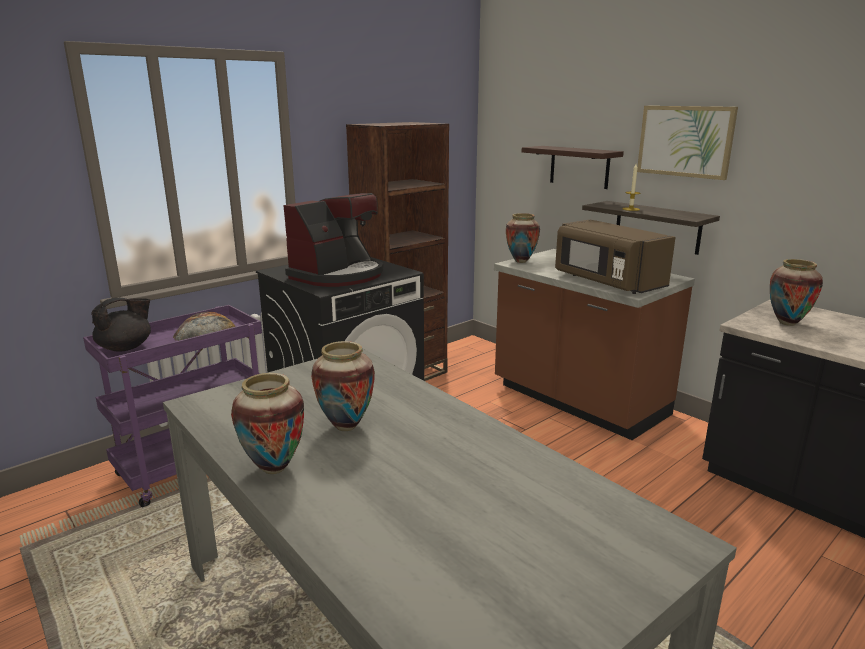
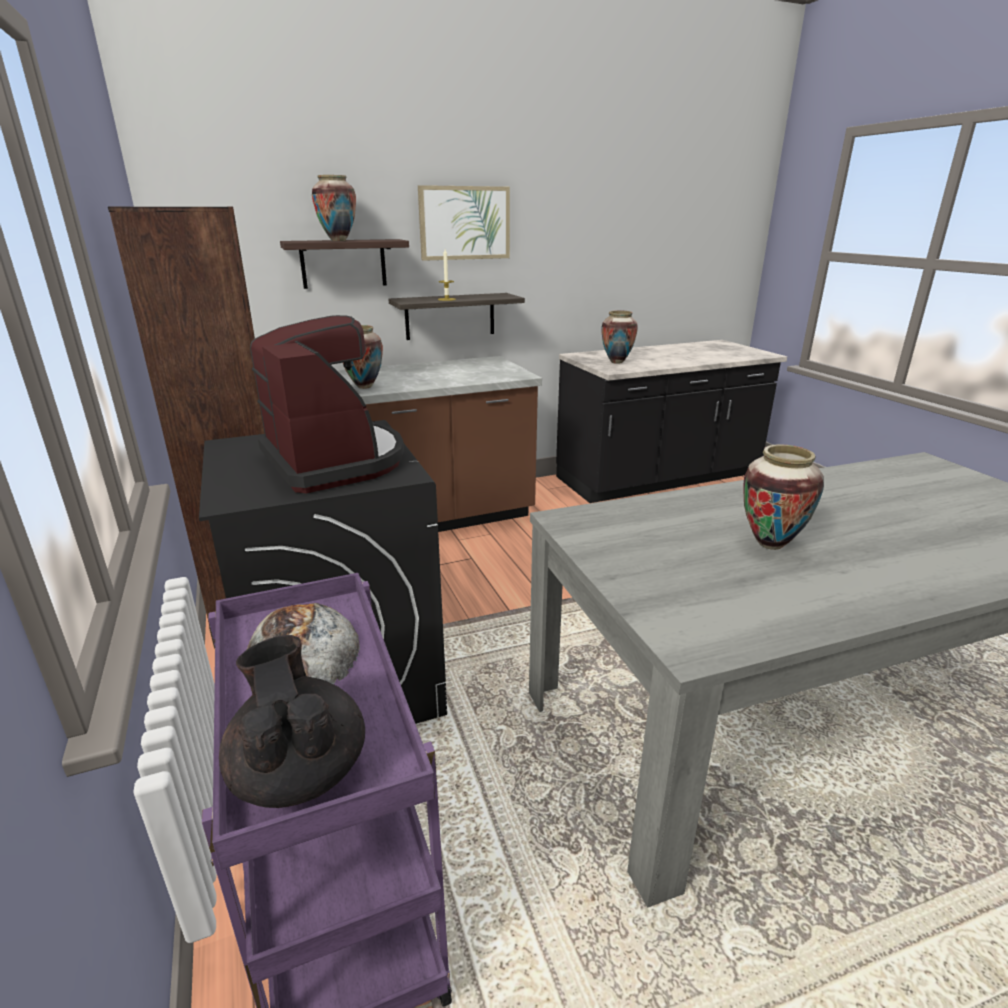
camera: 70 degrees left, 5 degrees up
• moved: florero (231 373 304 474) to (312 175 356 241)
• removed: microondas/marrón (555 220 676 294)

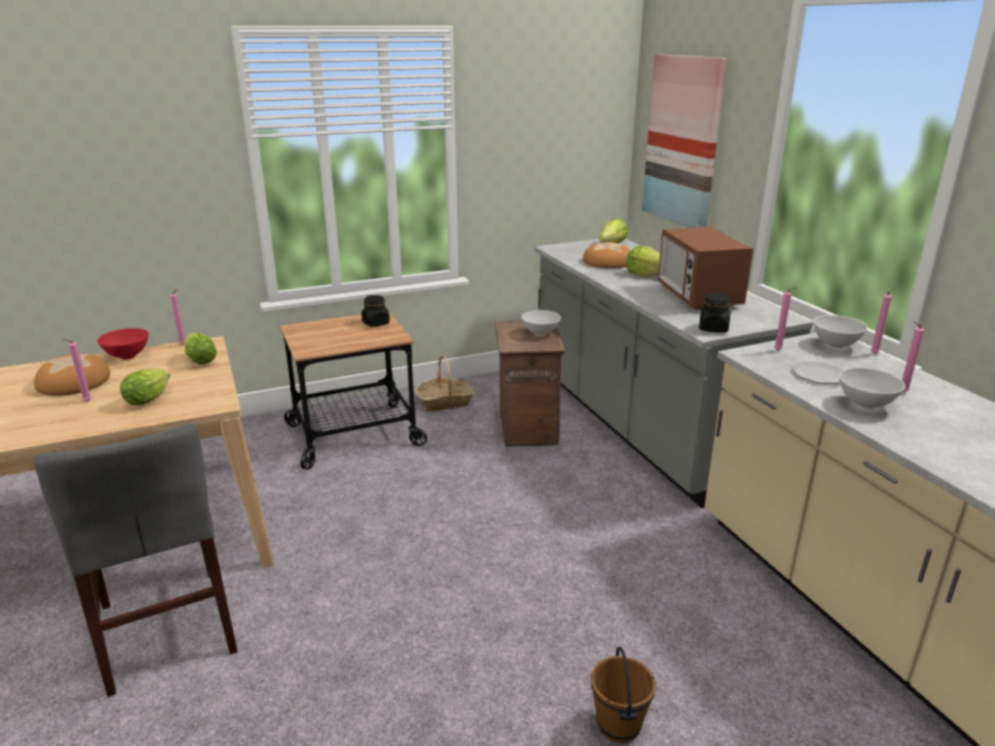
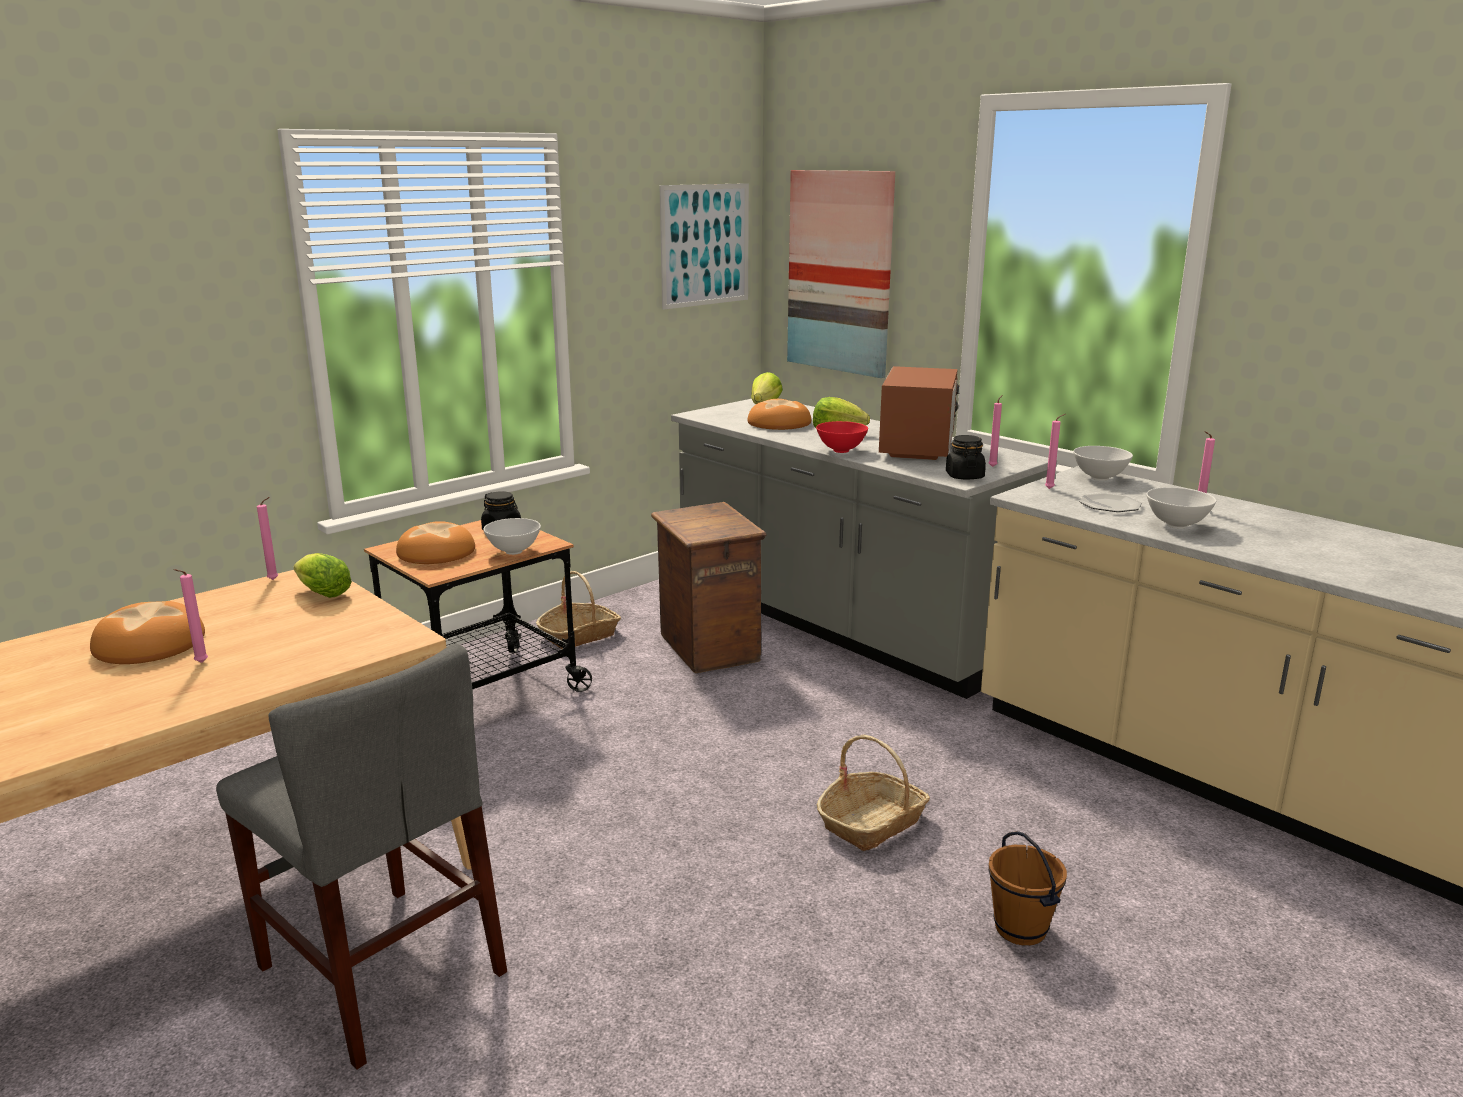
camera: 20 degrees left, 5 degrees down
• added: pan (396 521 475 564)
• moved: cuenco/blanco (522 310 561 336) to (483 518 541 555)
• added: cuadro (659 183 749 310)
• moved: cuenco/rojo (97 328 149 360) to (816 421 868 453)
• added: cesta (817 735 930 851)
• turned: microondas (658 227 753 309) = (879 366 960 460) 135 degrees counterclockwise
• moved: vela/rosa (871 288 894 354) to (989 395 1003 467)
• removed: lechuga (120 368 171 405)

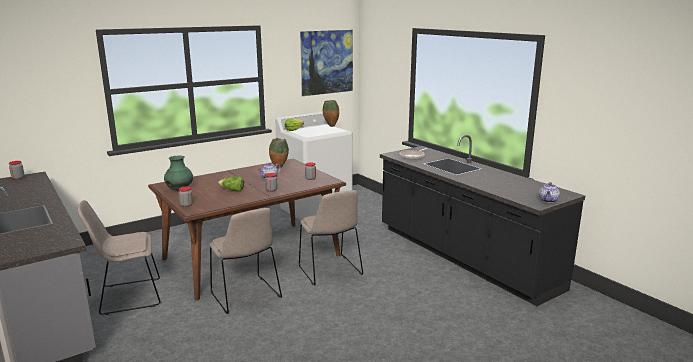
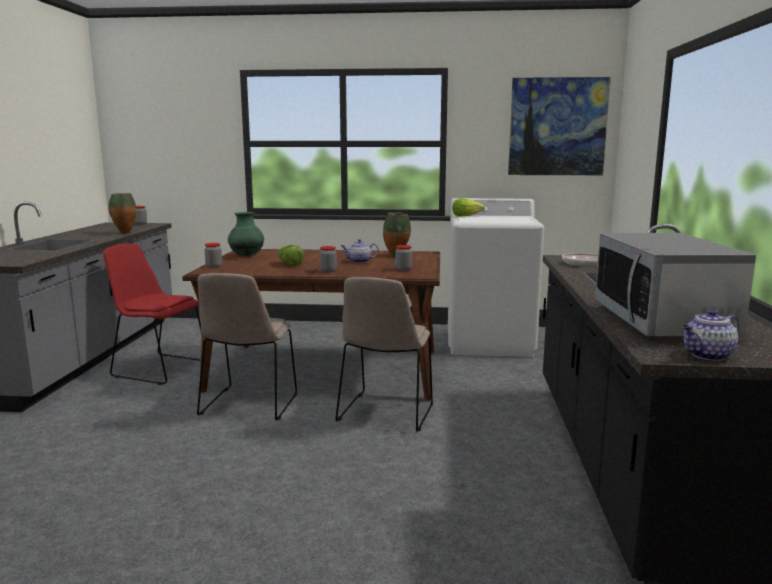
camera: 40 degrees right, 5 degrees down
• recoloured: silla/beis (78 200 160 315) to silla/rojo (103 243 202 385)
• moved: florero (323 100 339 127) to (108 193 137 234)
• added: microondas (595 233 756 337)

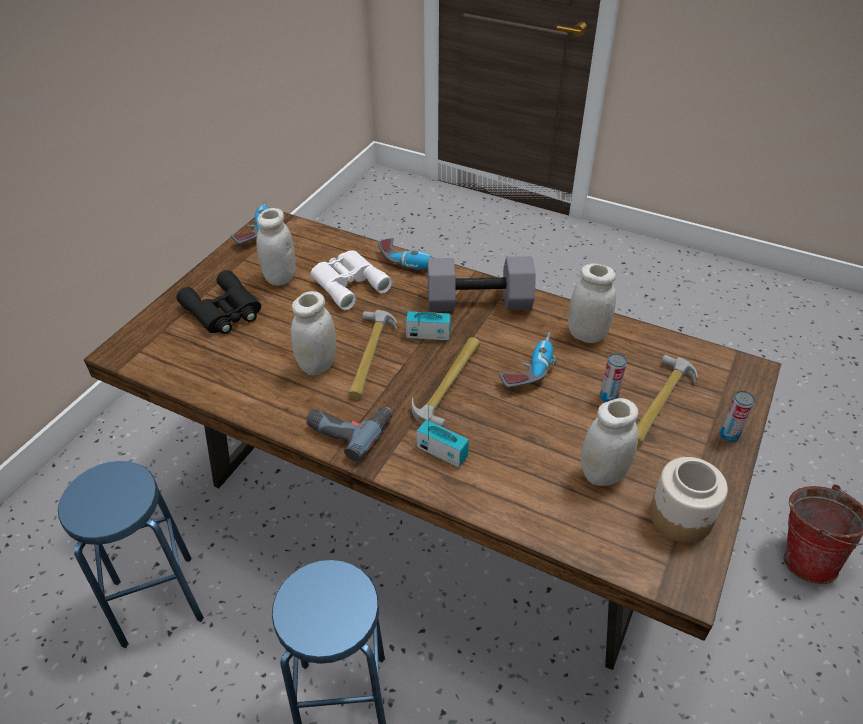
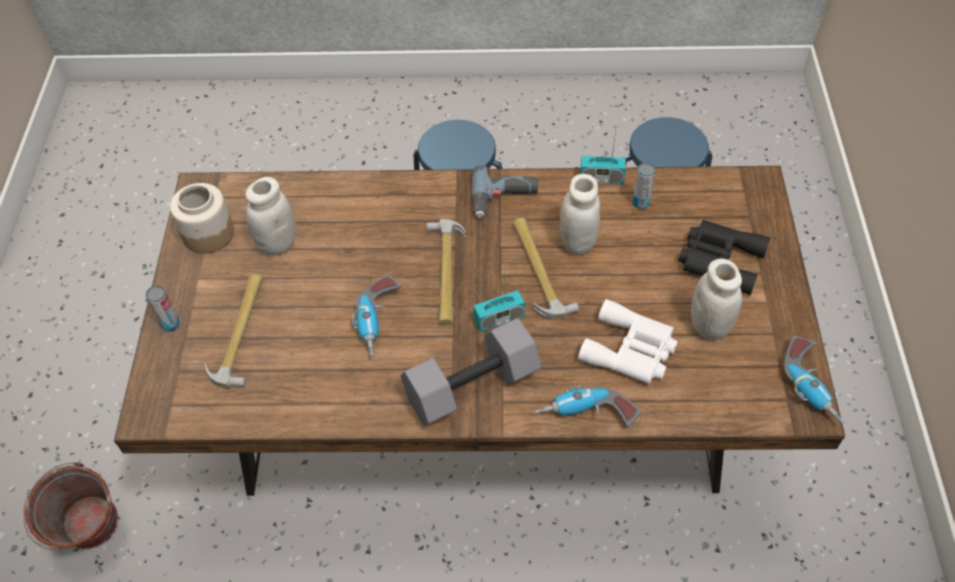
camera: 155 degrees right, 10 degrees up
• moved: radio (416 403 469 467) to (580 131 626 184)
• moved: lata (600 353 627 402) to (633 162 656 209)
• removed: tarro/blanco (568 263 616 343)

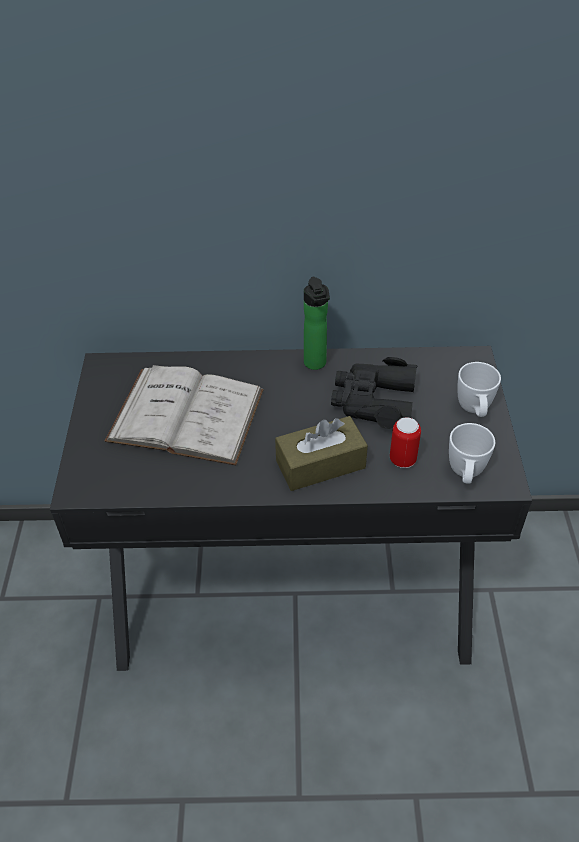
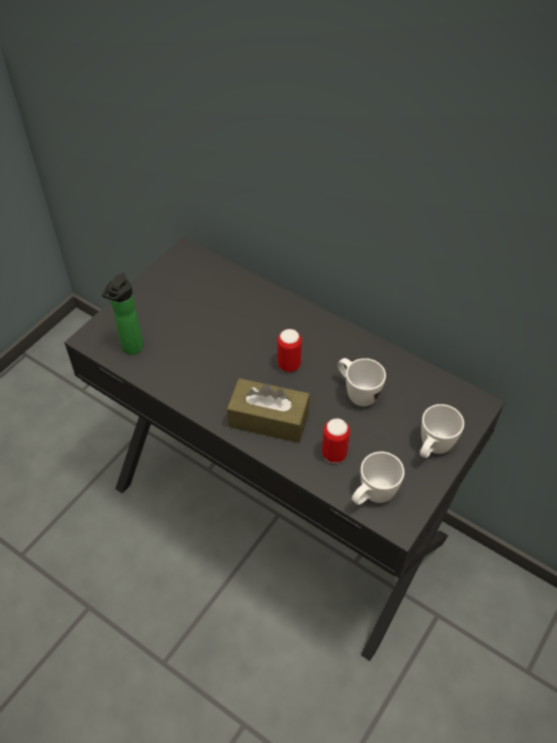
camera: 35 degrees right, 5 degrees up
• moved: botella (304 277 330 370) to (102 273 143 355)
• added: lata (277 329 302 372)
• replaced: prismáticos/negro (331 357 417 429) to taza grande/blanco (338 358 386 406)
• removed: libro/blanco (105 365 264 465)

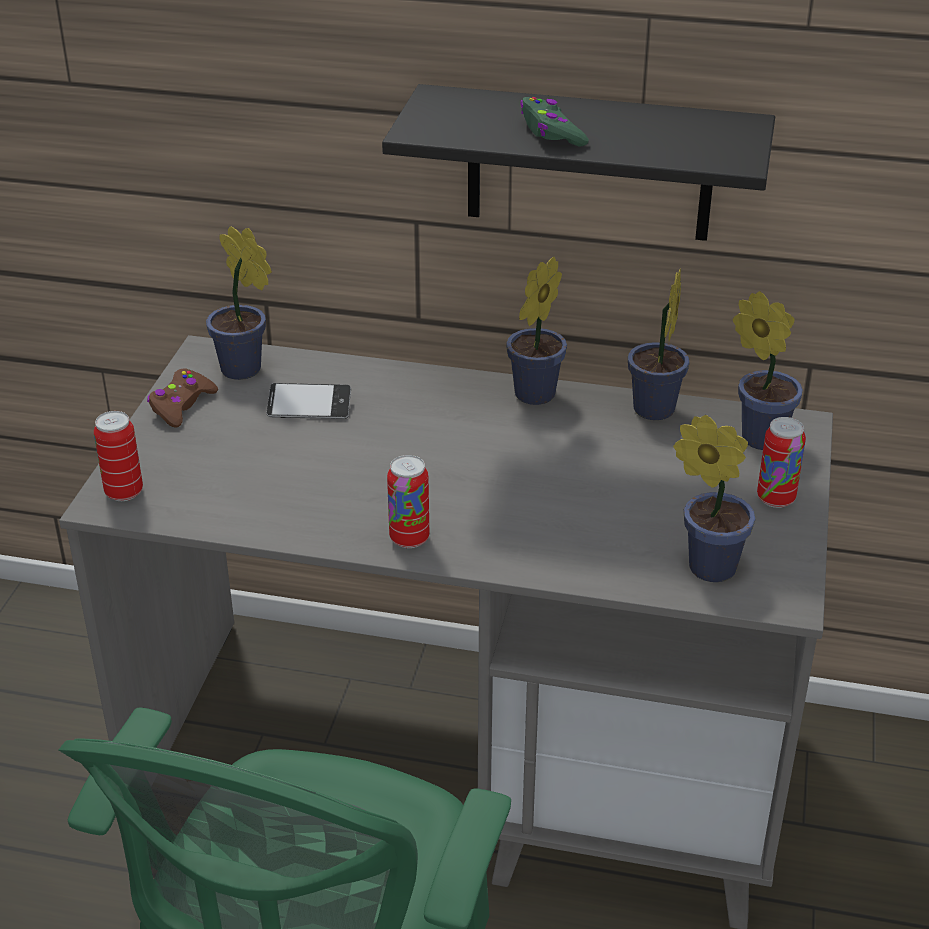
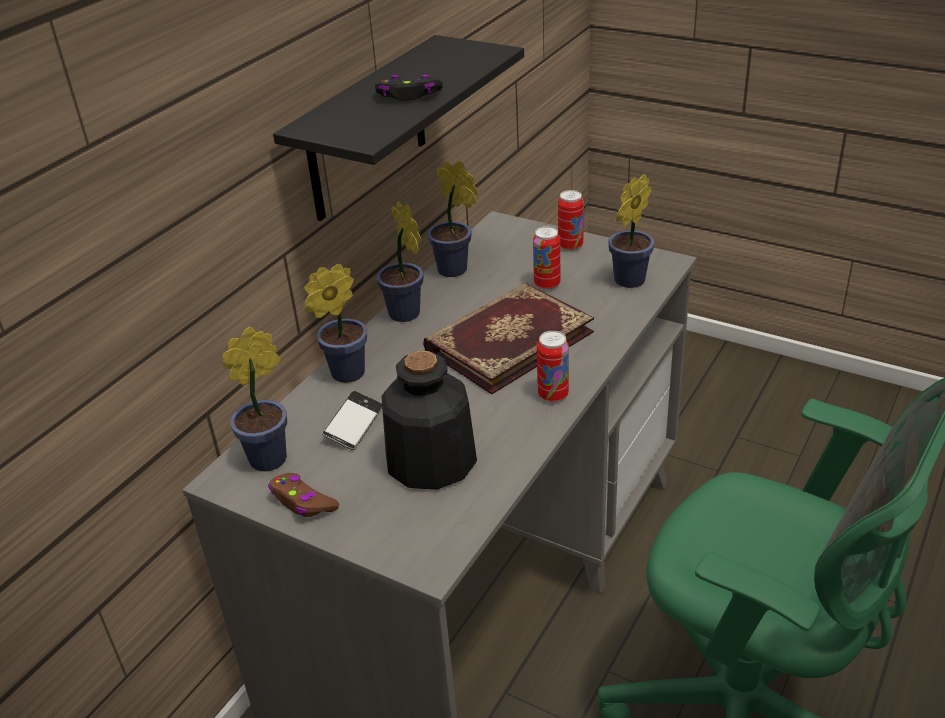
camera: 70 degrees left, 0 degrees up
• moved: planta en maceta (732 291 803 450) to (304 264 367 383)
• recoloured: mando de consola/verde (520 97 589 147) to mando de consola/negro (375 75 443 101)
• added: botella (382 351 477 490)
• added: libro (423 283 594 394)
• moved: lata (94 411 143 501) to (533 226 560 290)

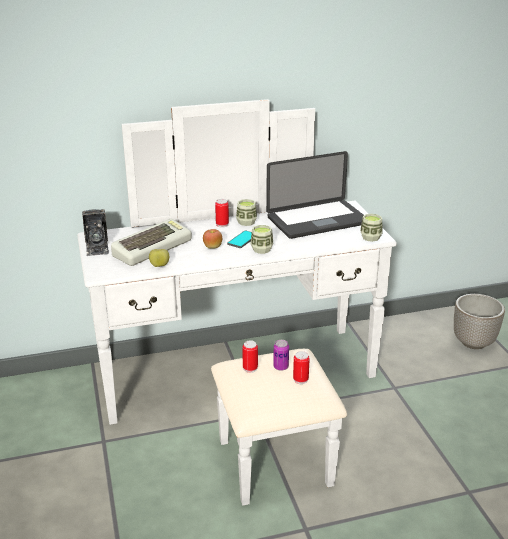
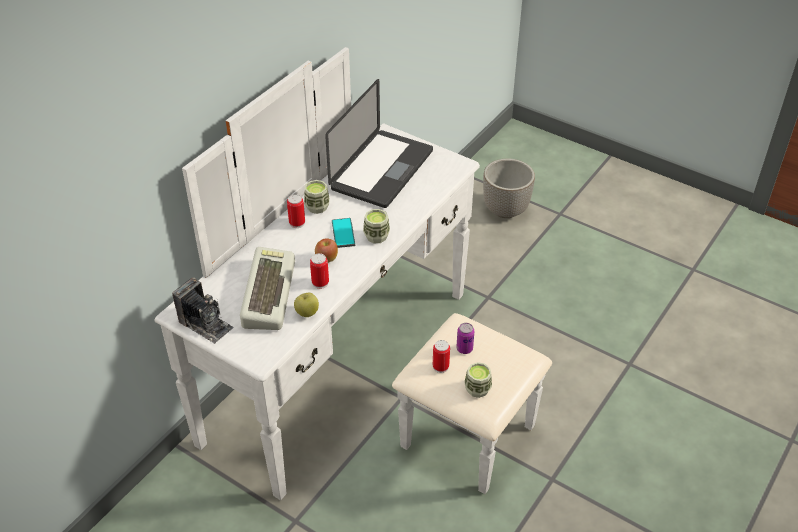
camera: 40 degrees left, 15 degrees up
• moved: lata (293 351 310 384) to (310 253 329 289)
• moved: taza (360 214 383 242) to (464 362 492 398)

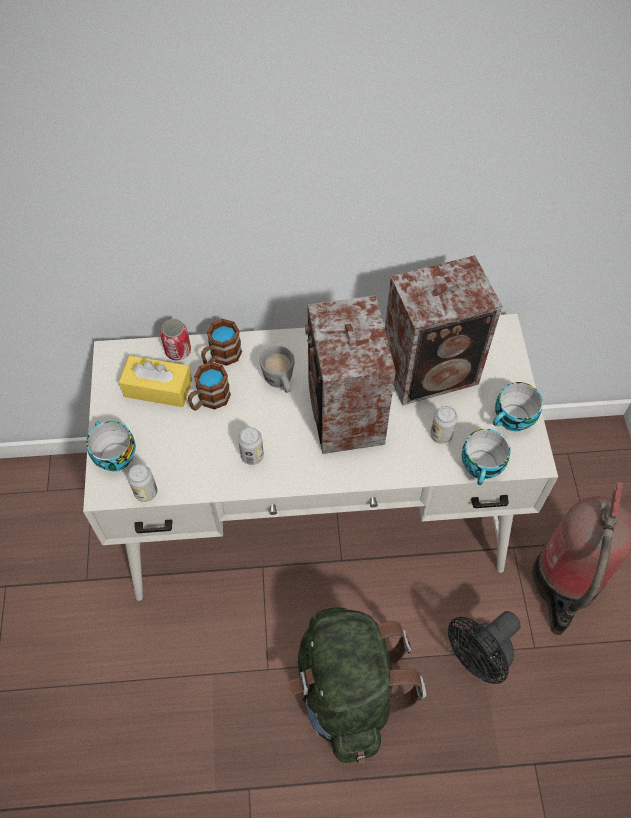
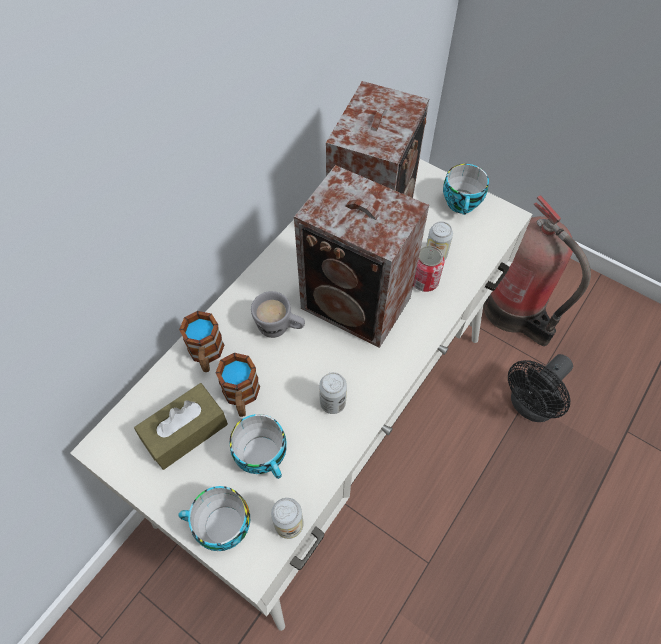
camera: 50 degrees left, 0 degrees up
• recoloured: caja de pañuelos/amarillo (119 355 192 407) to caja de pañuelos/marrón (134 383 228 470)
• moved: taza (462 429 510 485) to (230 414 287 479)
• moved: lata (160 319 191 360) to (413 246 445 292)
• turned: ventilador/negro (448 611 521 684) = (508 354 573 422) 45 degrees clockwise
• removed: mochila/verde (288 607 426 764)

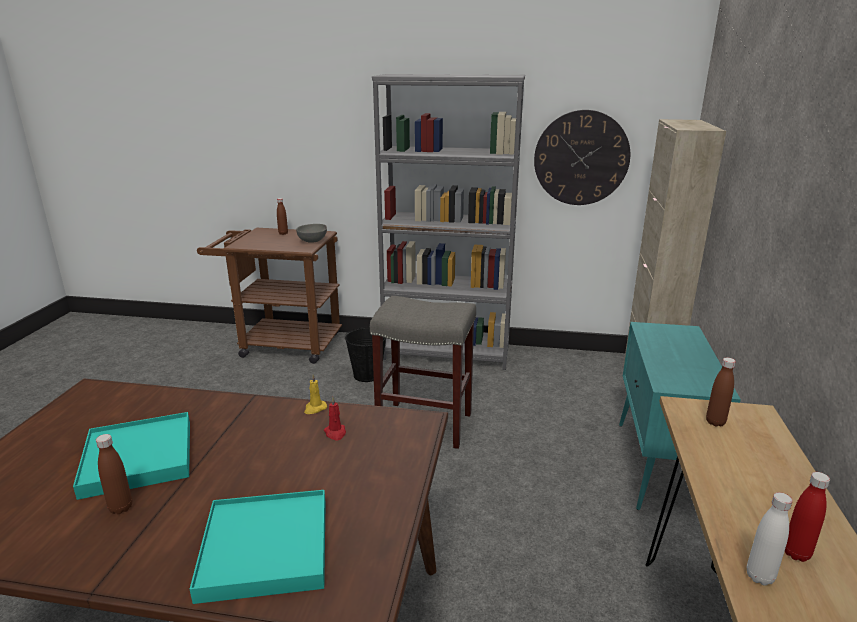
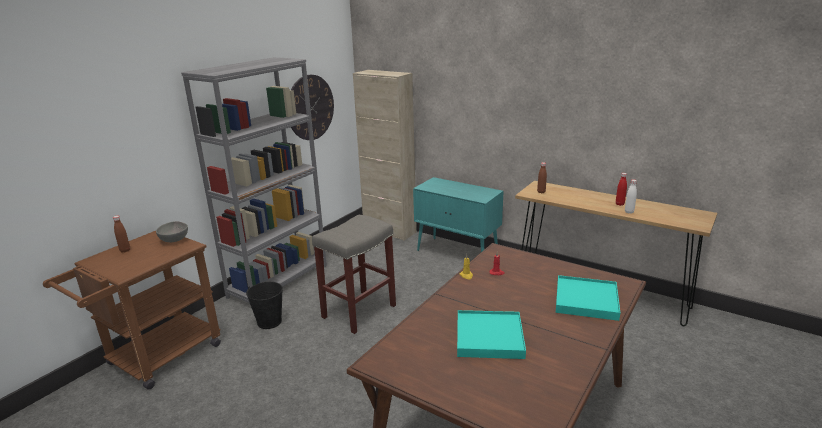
camera: 65 degrees left, 0 degrees up
• removed: botella/marrón (96 434 132 514)

